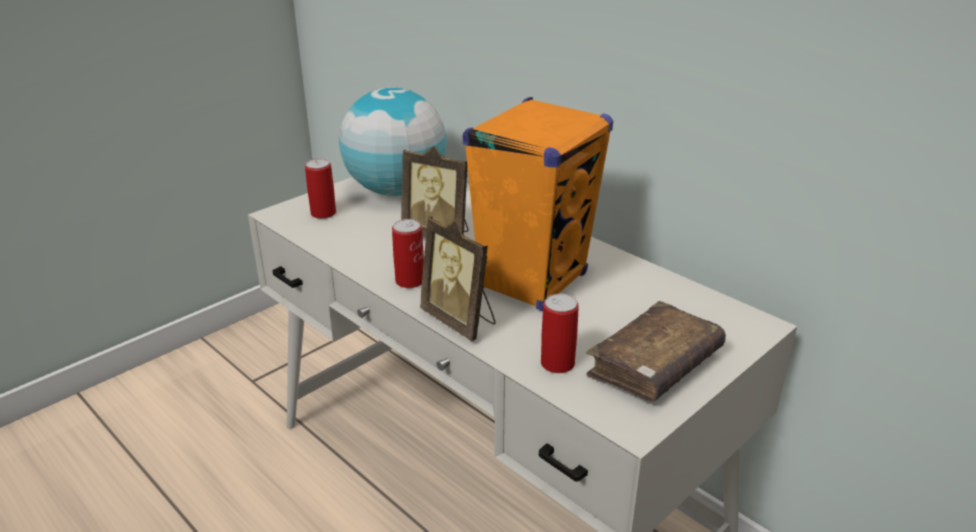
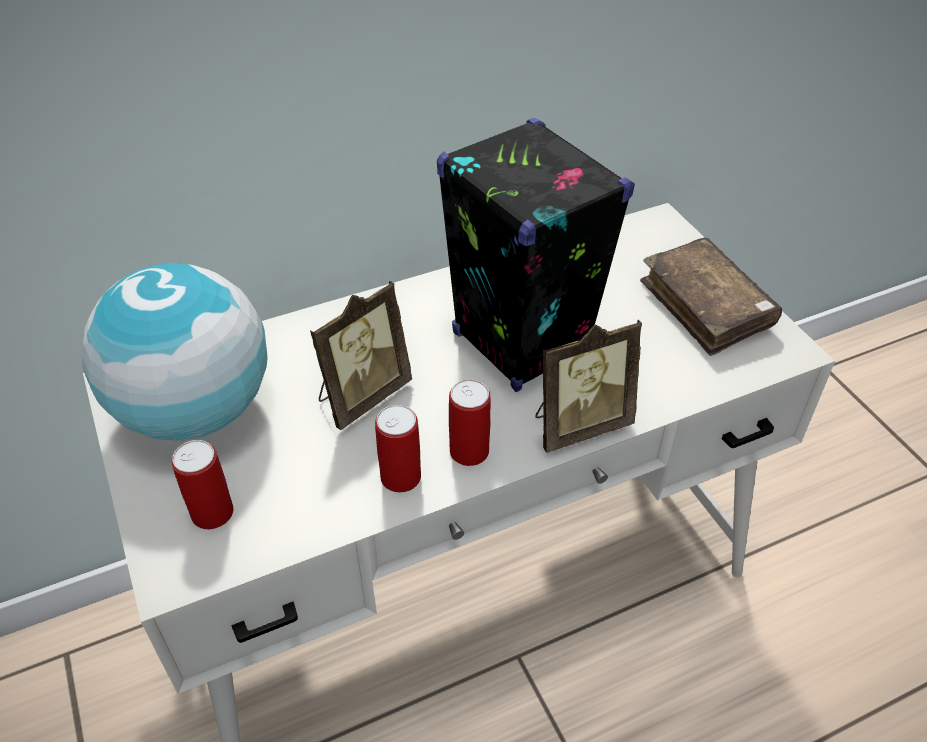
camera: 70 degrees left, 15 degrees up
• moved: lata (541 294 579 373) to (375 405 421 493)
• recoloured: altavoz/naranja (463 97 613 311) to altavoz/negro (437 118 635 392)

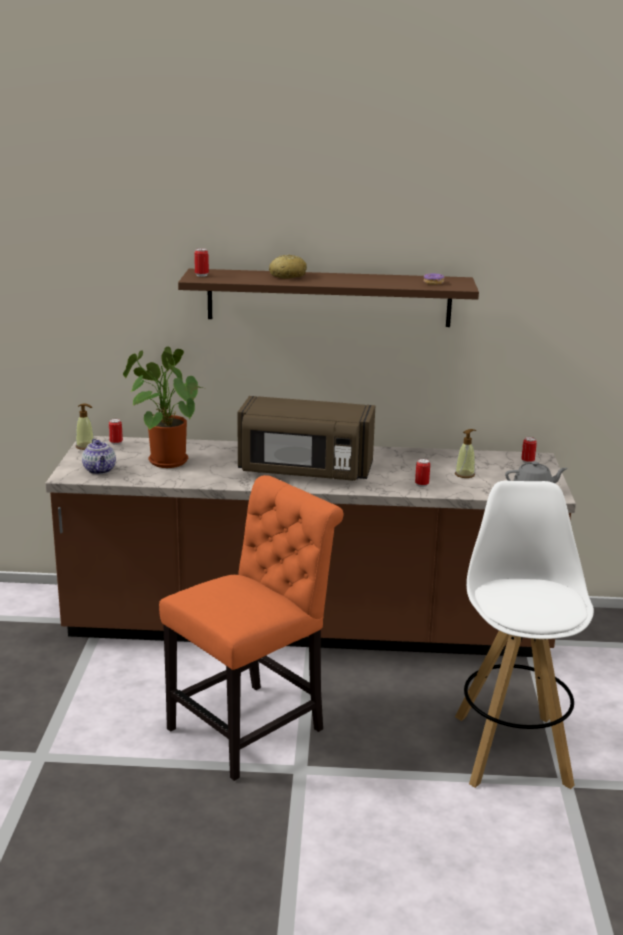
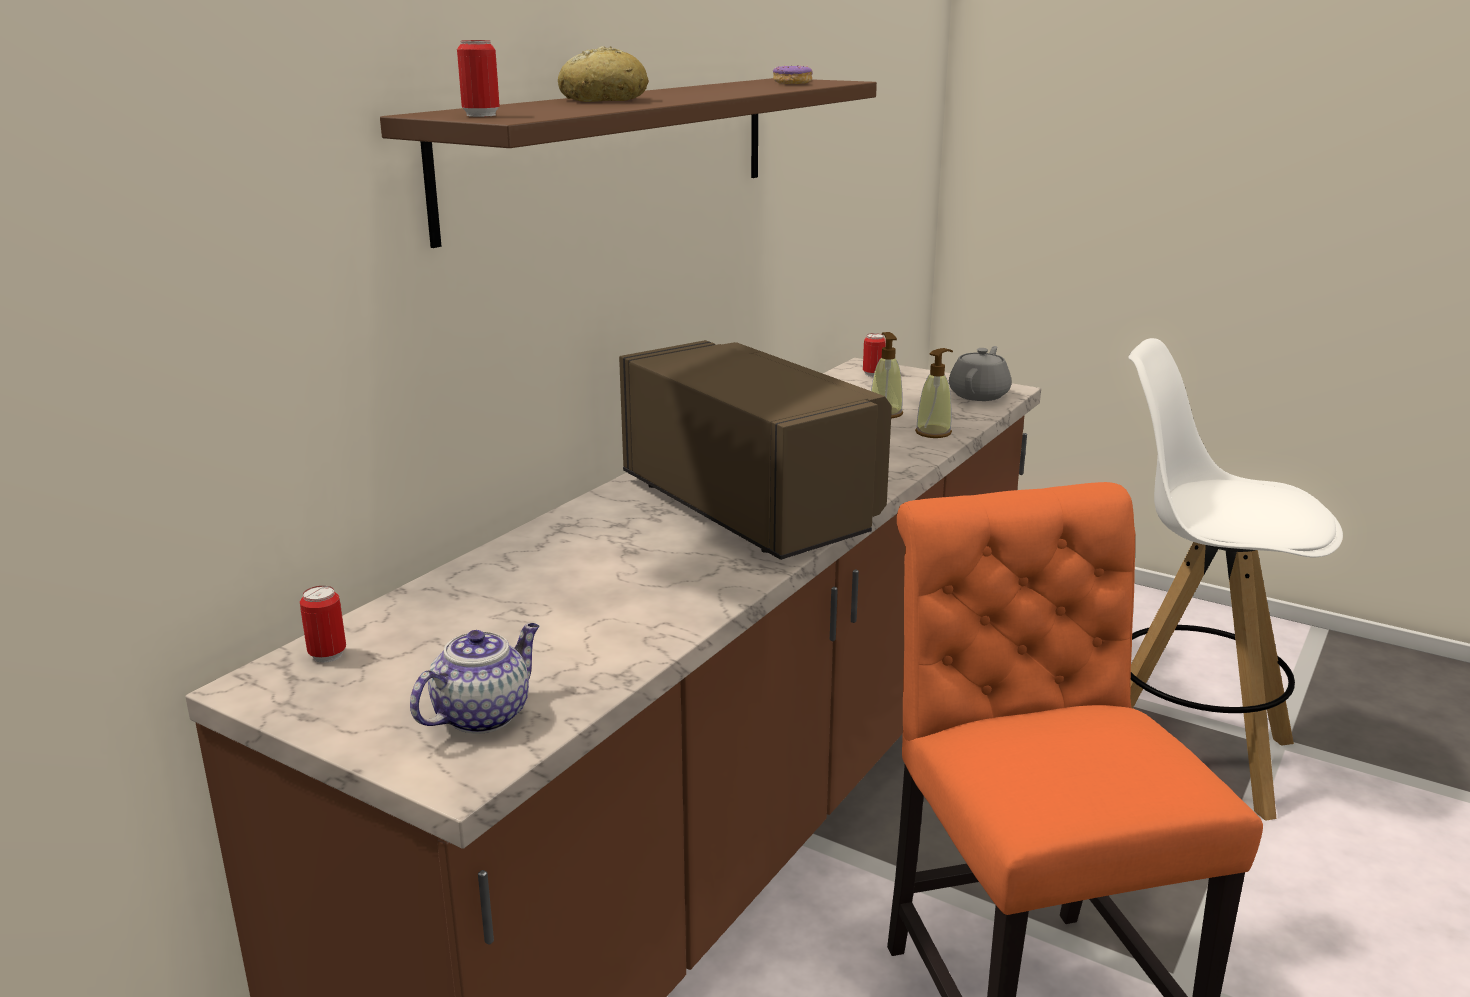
camera: 60 degrees left, 0 degrees up
• turned: tetera (82 439 116 474) = (410 623 539 734) 60 degrees counterclockwise
• turned: microondas/marrón (237 396 375 481) = (619 340 892 560) 75 degrees counterclockwise
• moved: dispensador de jabón (76 403 94 450) to (915 348 953 438)
• removed: planta en maceta (123 346 202 468)
• removed: lata (415 459 430 487)

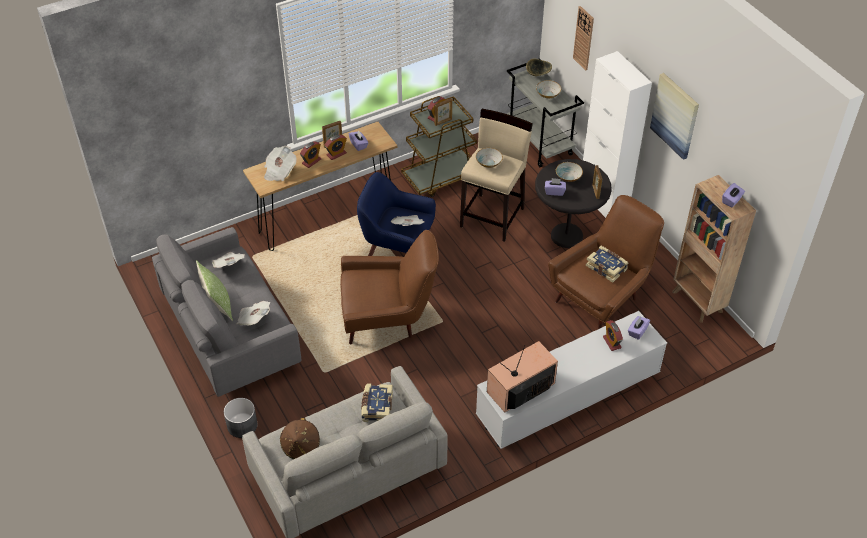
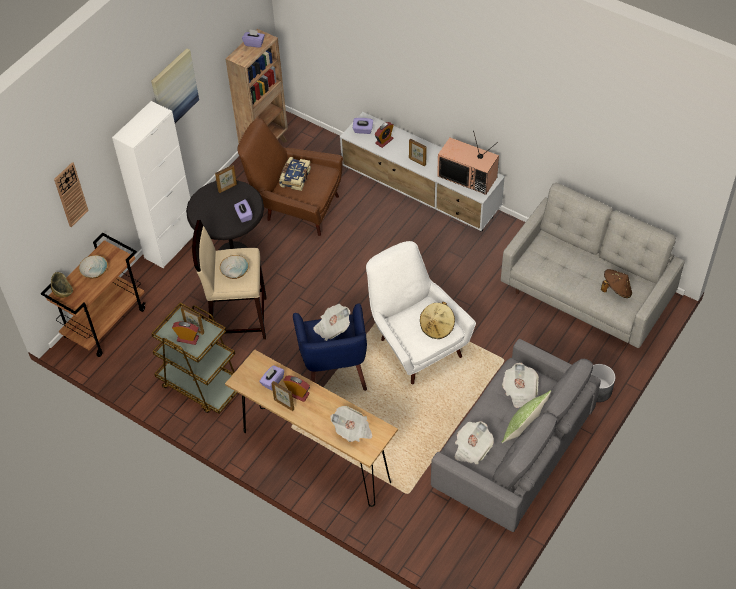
camera: 115 degrees left, 5 degrees up
• recoloured: carrito/gris (507 58 584 167) to carrito/marrón (41 233 145 357)
• recoloured: sillón/marrón (340 230 439 344) to sillón/blanco (366 241 476 384)
• added: portarretratos (409 139 427 166)
• added: sombrero/beis (420 302 455 339)
• removed: despertador (300 141 321 168)
• removed: libro (361 383 393 422)
• removed: cuenco (556 162 583 182)

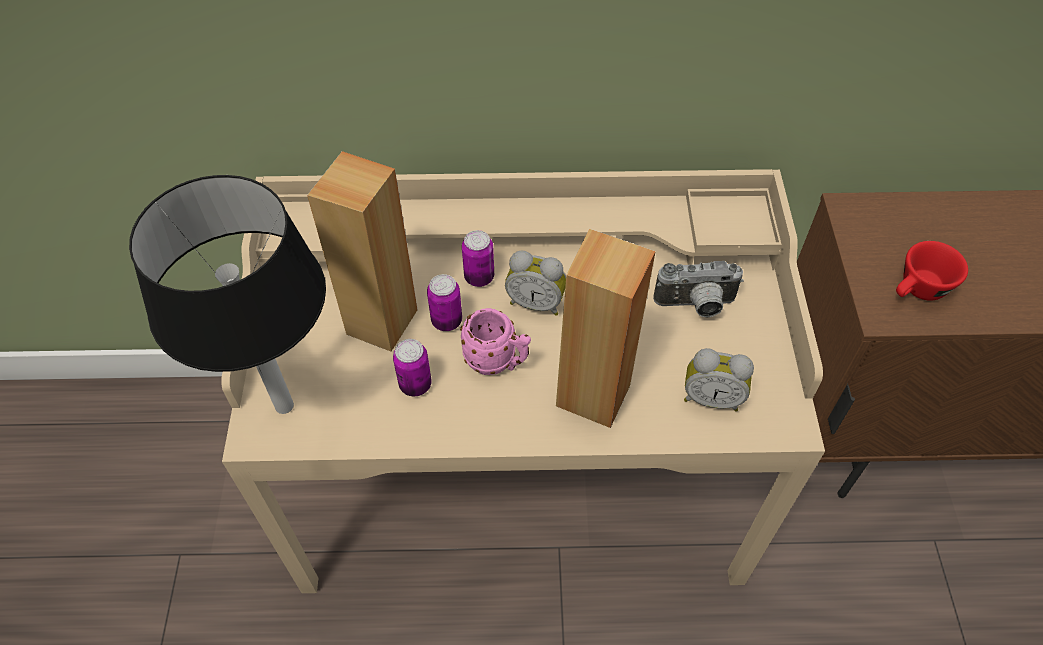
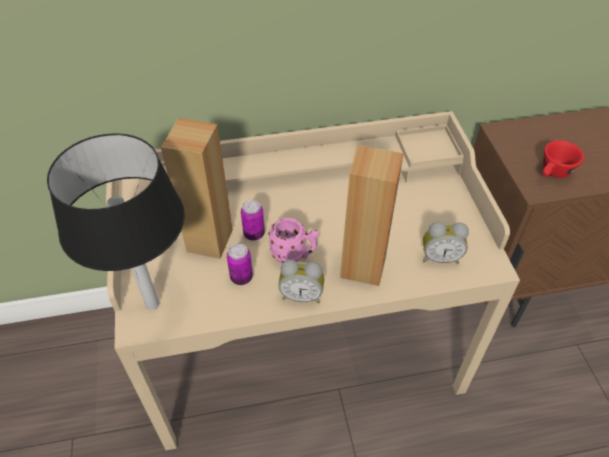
camera: 10 degrees left, 5 degrees down
• moved: despertador (505 250 566 316) to (278 260 324 304)
• removed: lata (462 230 494 287)
• removed: cámara (653 261 744 317)

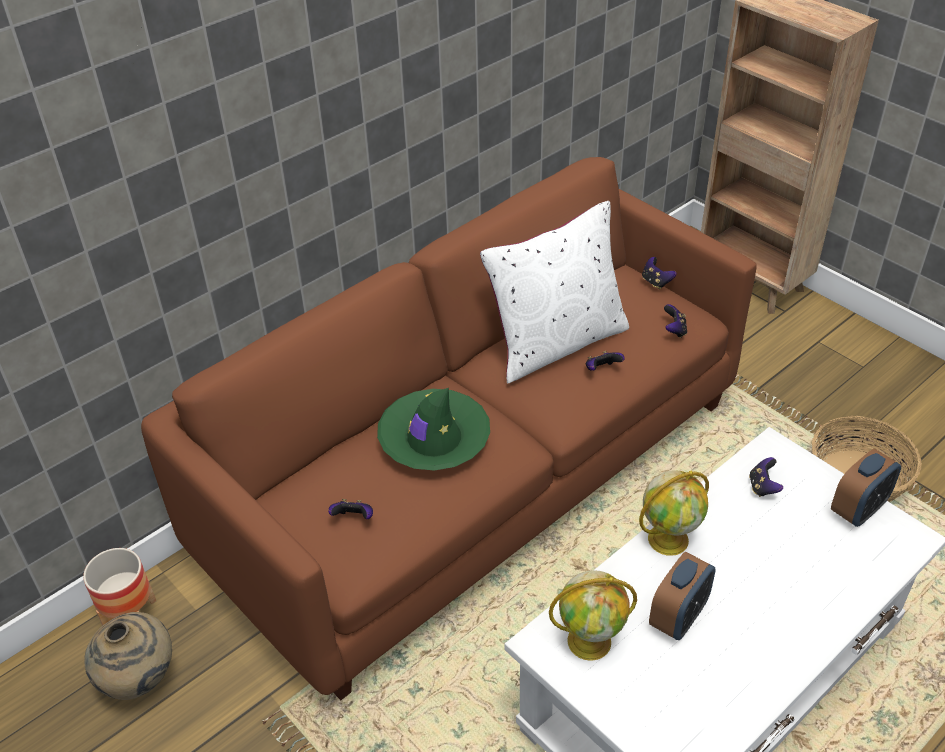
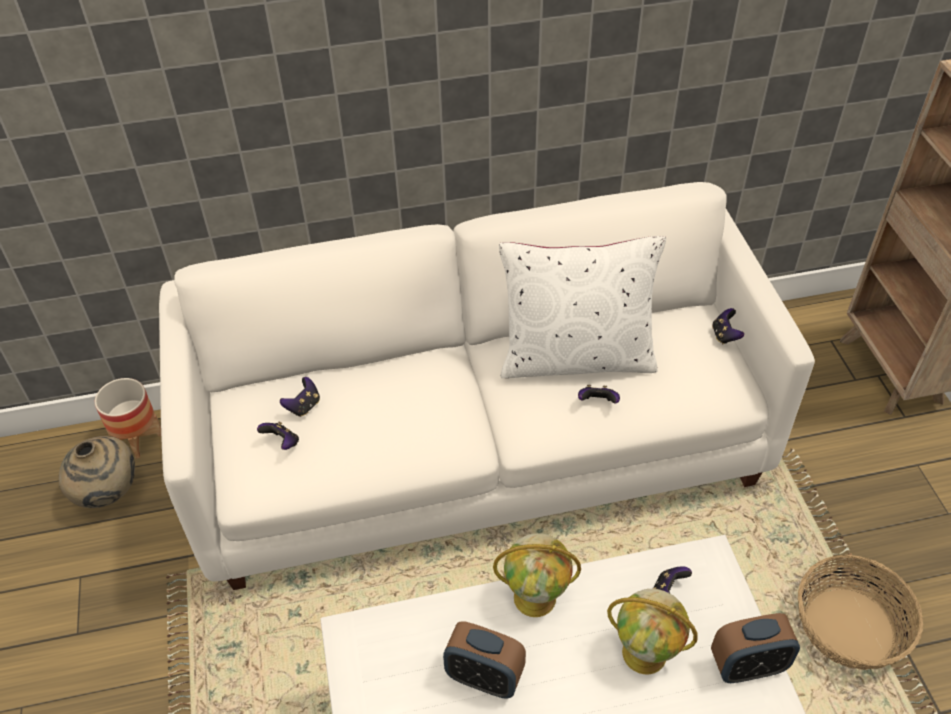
camera: 30 degrees right, 5 degrees up
• recoloured: sofá/marrón (141 157 757 700) to sofá/blanco (159 182 815 590)
• moved: mando de consola (664 304 687 338) to (280 377 320 417)
• turned: despertador (649 552 716 640) = (443 621 526 699) 45 degrees clockwise
• moved: globo terráqueo (549 570 637 661) to (607 589 698 674)
• removed: sombrero/verde (377 388 490 470)

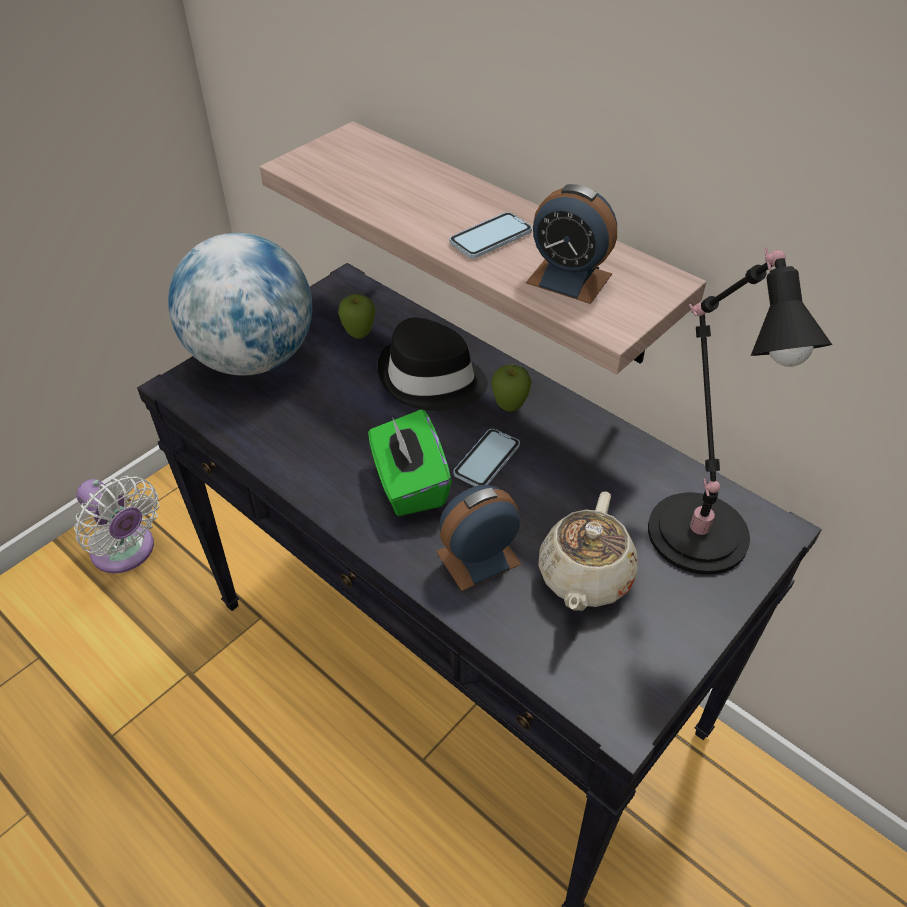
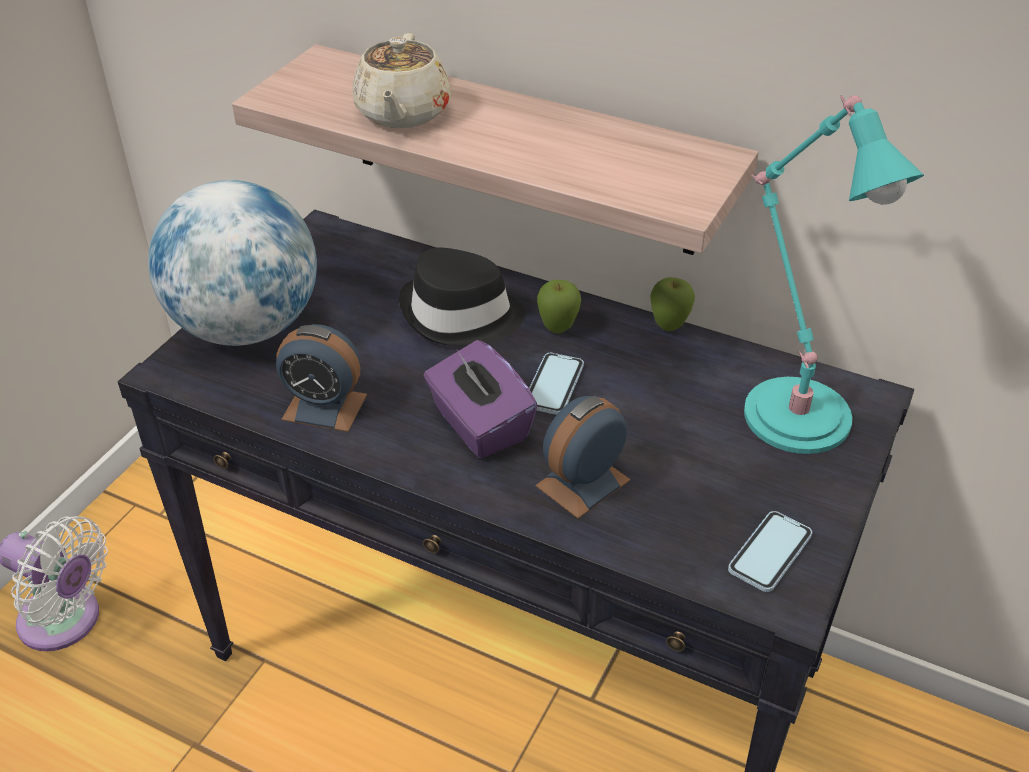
camera: 15 degrees left, 5 degrees down
• moved: despertador (526 184 617 304) to (276 324 367 432)
• moved: tetera/beis (538 492 637 611) to (352 33 451 128)
• recoloured: caja de pañuelos/verde (368 409 452 516) to caja de pañuelos/morado (424 340 538 459)
• moved: manzana (338 294 375 339) to (650 277 695 331)
• moved: móvil (450 212 532 258) to (728 511 812 592)
• recoloured: lámpara de mesa/negro (648 248 832 575) to lámpara de mesa/turquesa (744 95 924 454)

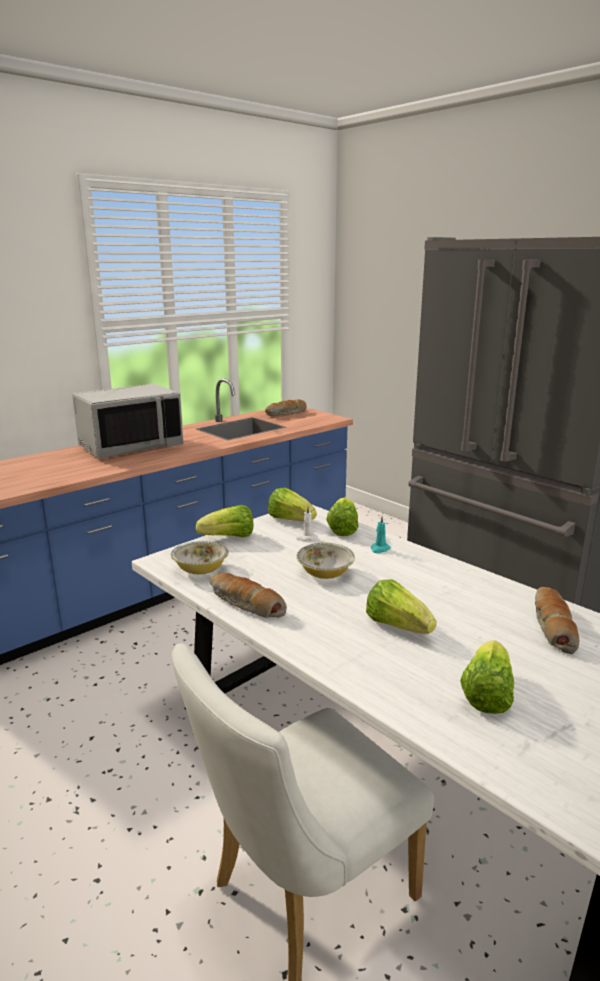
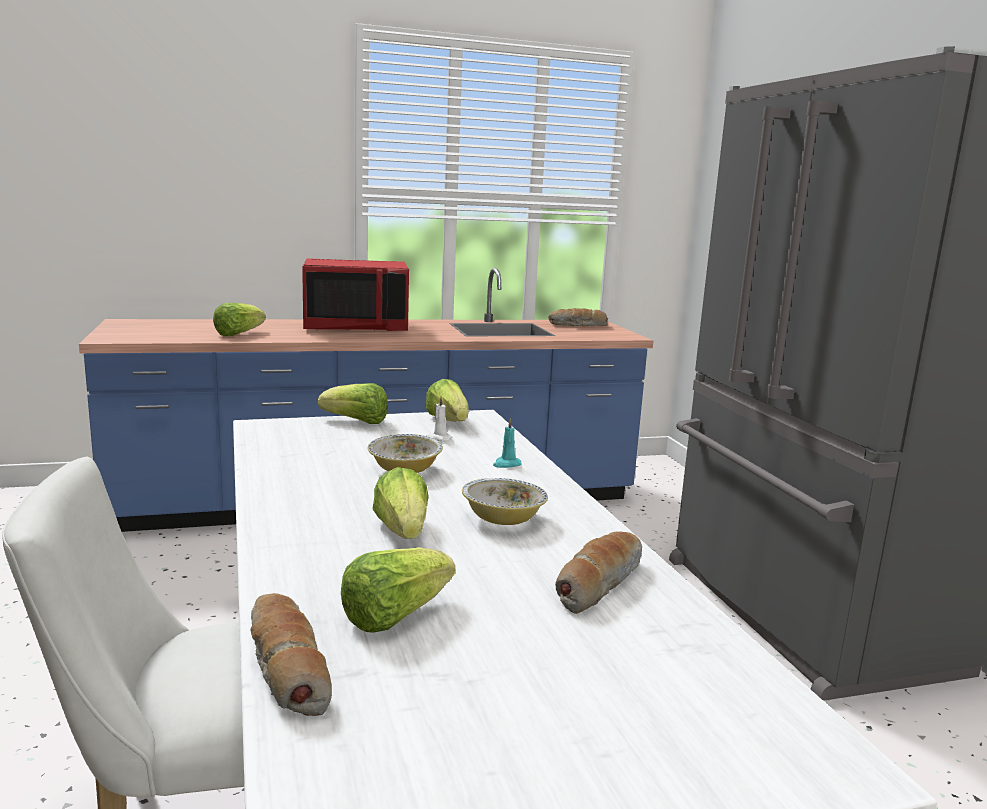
camera: 25 degrees right, 5 degrees down
• moved: lechuga (326 498 359 536) to (213 303 266 336)
• moved: pan (209 573 287 618) to (250 593 332 716)
• recoloured: microondas/gris (72 384 183 459) to microondas/rojo (302 258 409 331)
• moved: cuenco (171 541 229 574) to (462 478 548 525)

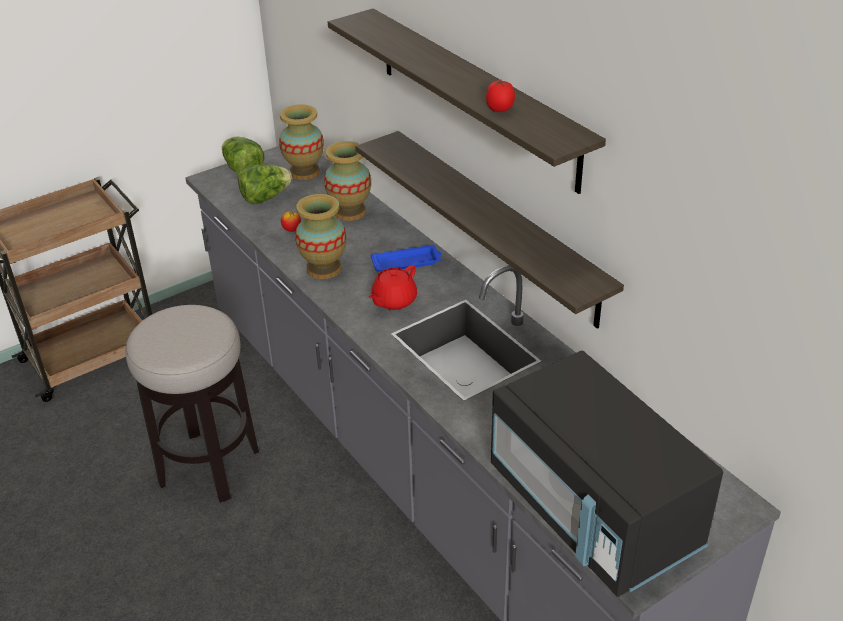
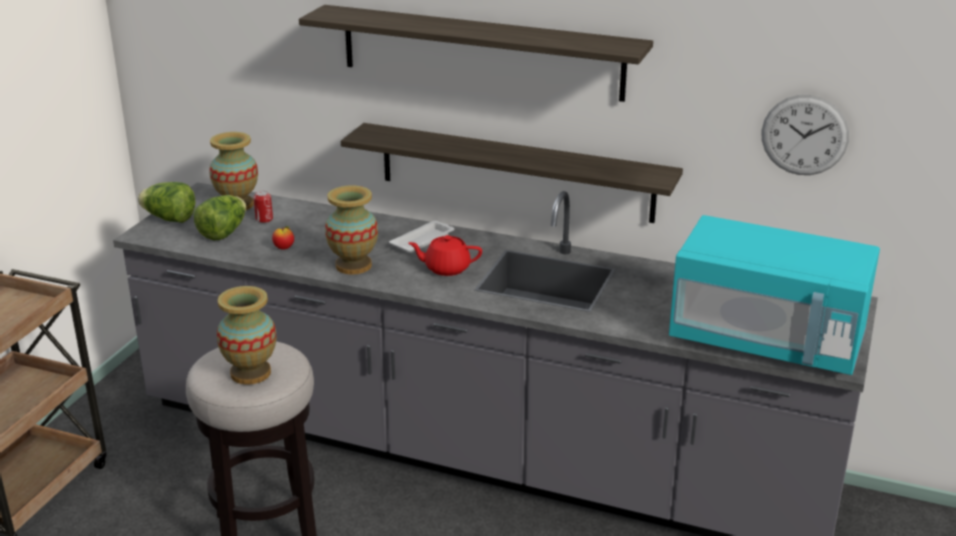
camera: 35 degrees left, 10 degrees down
• moved: florero (324 141 371 221) to (217 286 276 385)
• added: lata (253 191 273 223)
• recoloured: bandeja/azul (371 245 441 271) to bandeja/blanco (389 221 454 253)
• turned: tetera/rojo (369 265 417 310) = (408 235 482 276) 90 degrees clockwise
• recoloured: microondas/negro (491 351 723 597) to microondas/turquesa (669 215 880 375)
• added: reloj de pared (762 95 849 175)
• removed: tomate (486 80 515 112)

